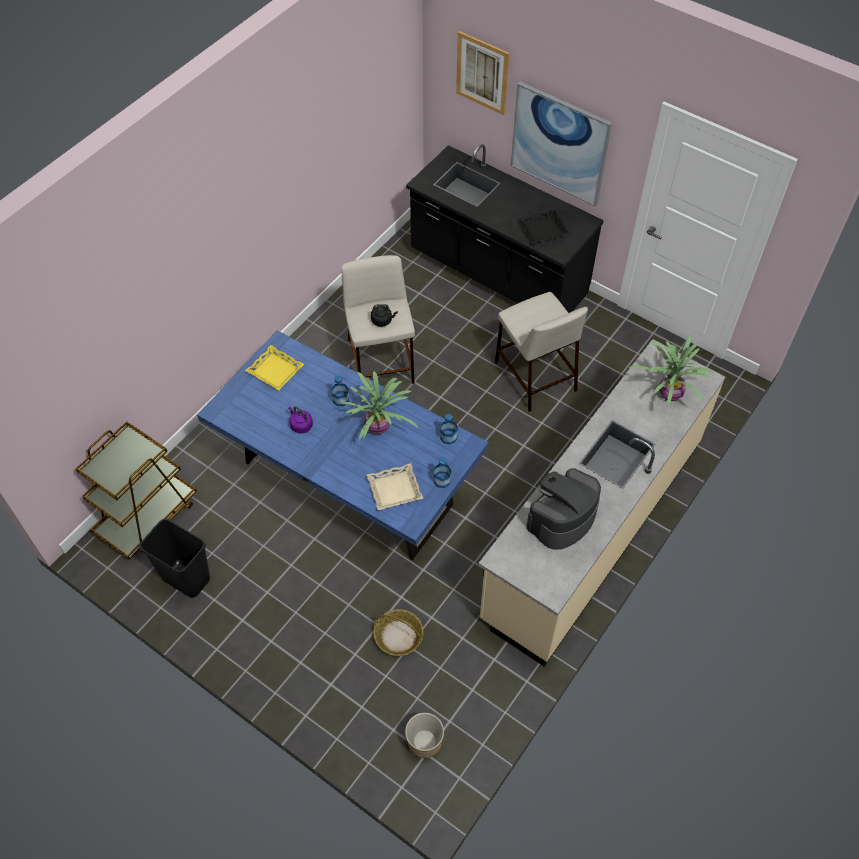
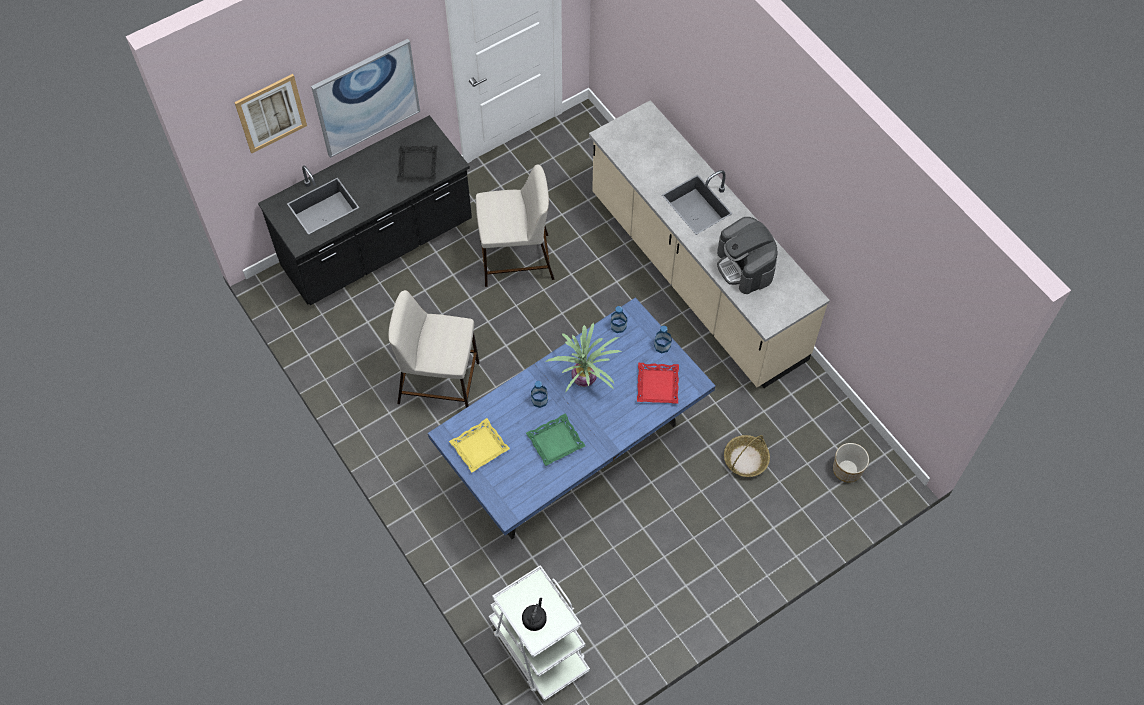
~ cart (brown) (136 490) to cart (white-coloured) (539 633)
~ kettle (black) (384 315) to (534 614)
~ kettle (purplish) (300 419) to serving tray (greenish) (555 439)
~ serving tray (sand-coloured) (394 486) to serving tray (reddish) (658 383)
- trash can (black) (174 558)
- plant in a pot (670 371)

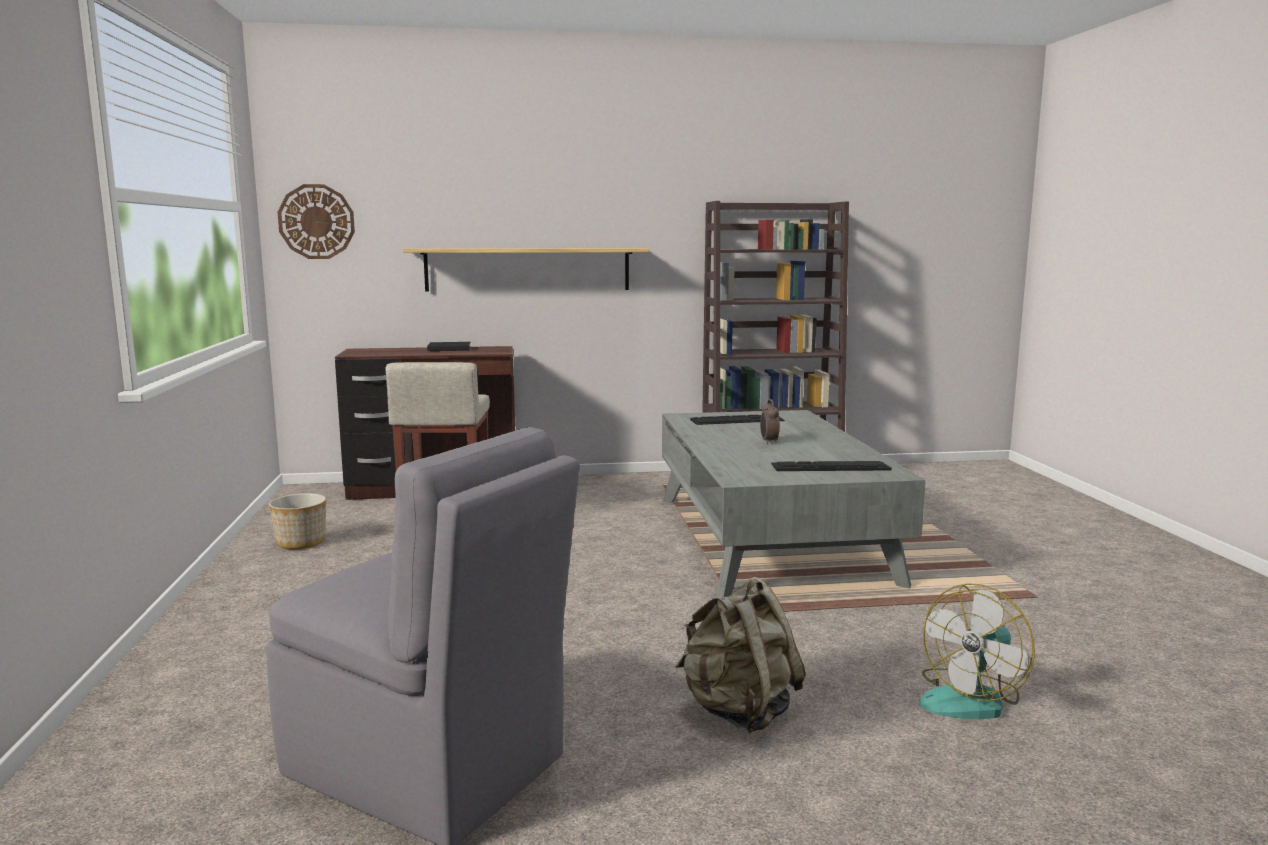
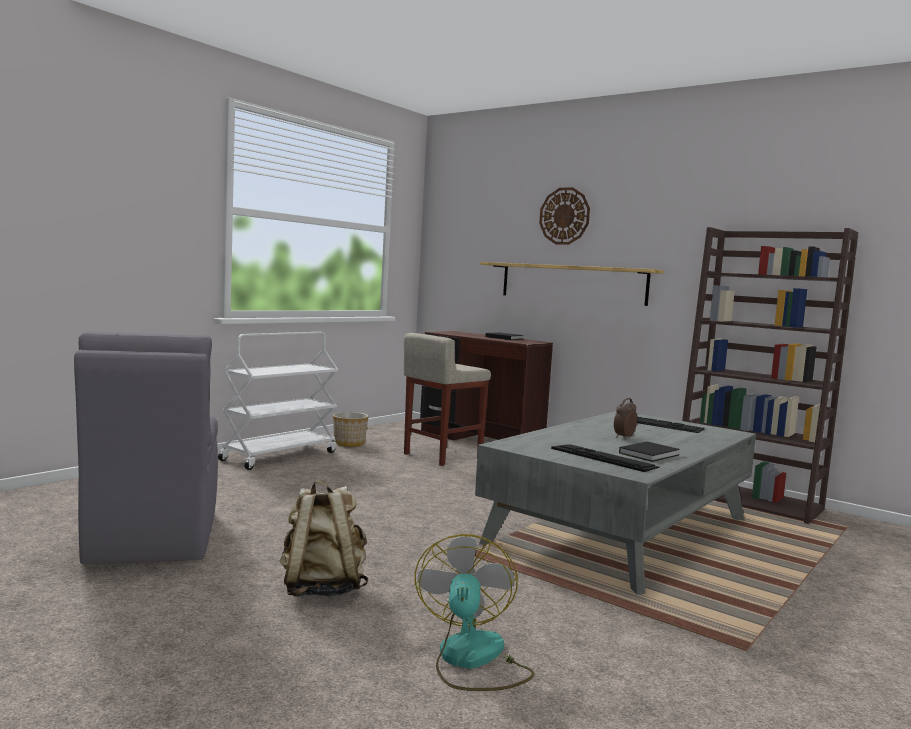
+ cart (white-coloured) (278 401)
~ fan (977 651) = (474 612) 90 degrees clockwise
~ wall clock (316 221) to (564 216)
+ bound book (black) (649 451)

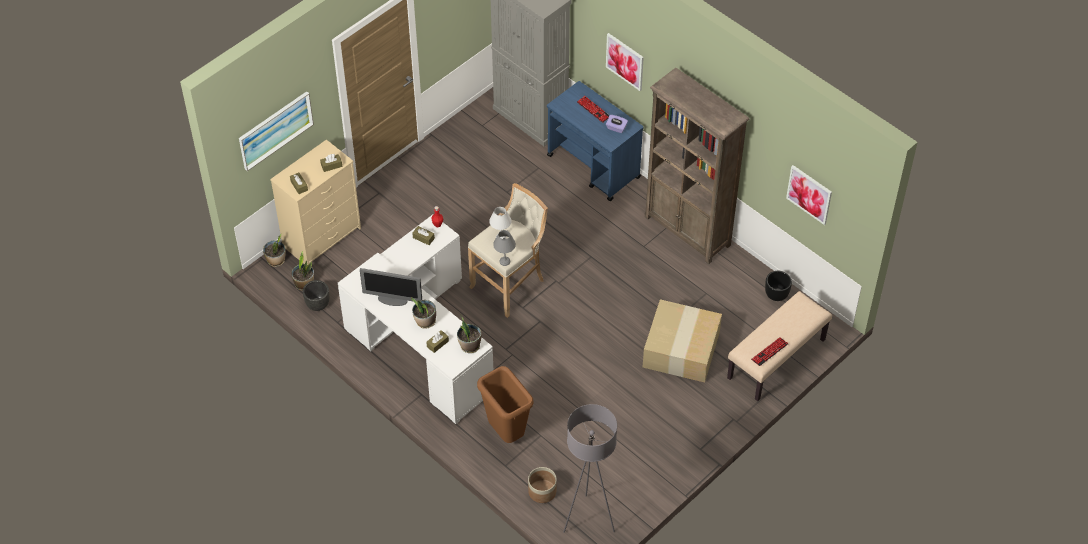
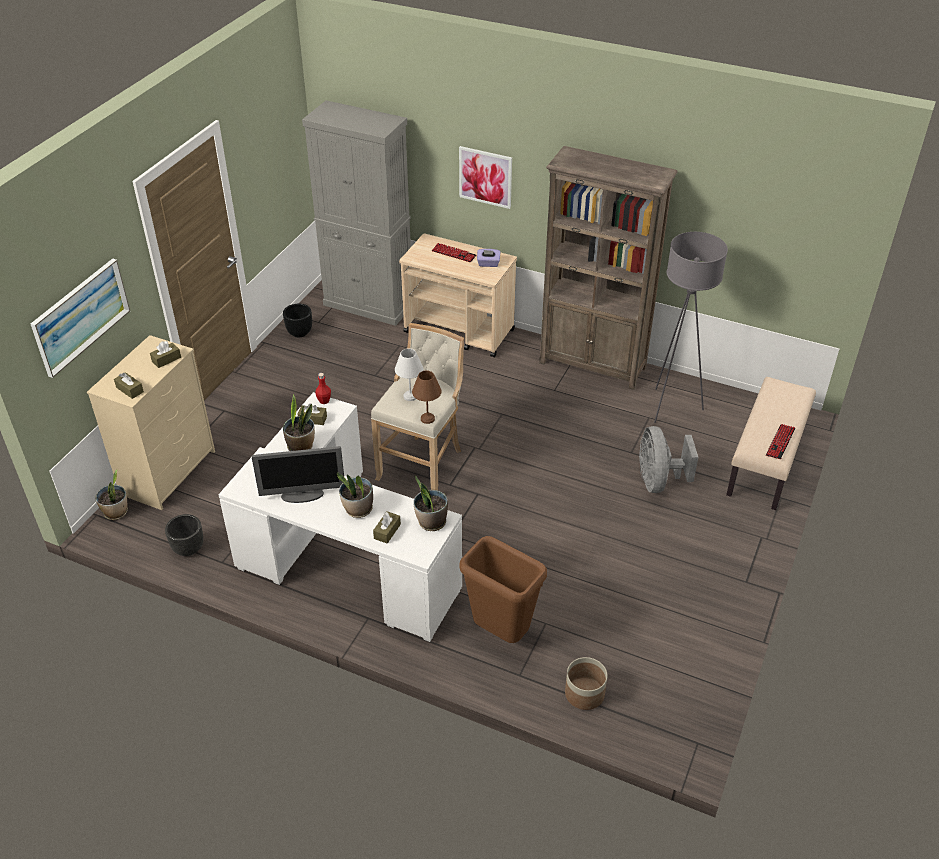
~ plant pot (black) (778 286) to (297 320)
~ plant in a pot (303 271) to (299 422)
~ cart (bluish) (595 141) to cart (sand-coloured) (458 295)
~ table lamp (greyish) (504 248) to table lamp (brown) (427 397)
~ carton (682 341) to fan (greyish) (668 459)
~ floor lamp (greyish) (590 468) to (691 327)
- picture (809 195)

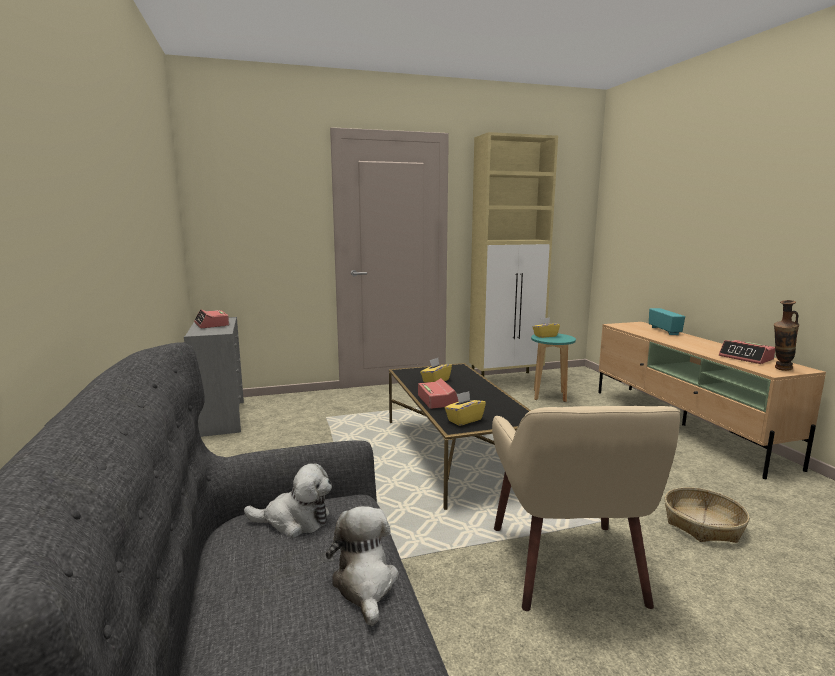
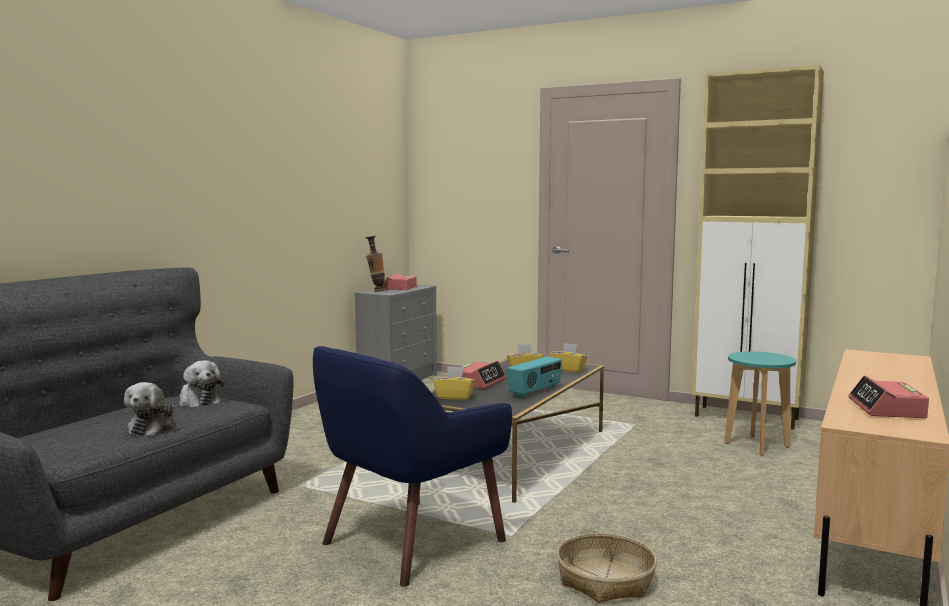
~ soft toy (362 566) = (149 409) 150 degrees clockwise
~ armchair (sand-coloured) (586 508) to armchair (bluish) (412 466)
~ decorative vase (786 335) to (375 264)
~ radio receiver (667 321) to (535 377)
~ tissue holder (yellowish) (546 327) to (569 357)

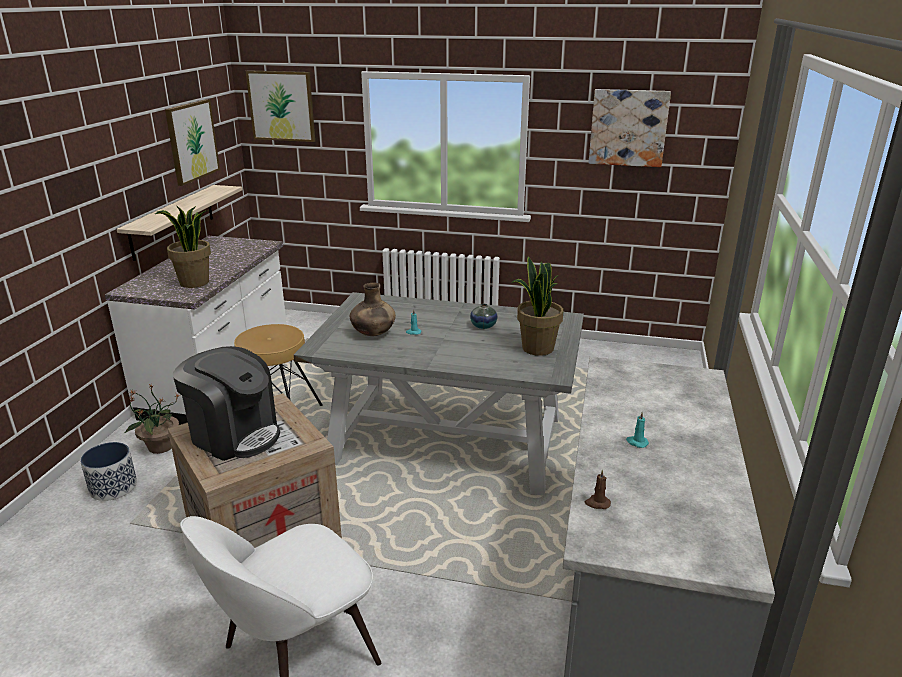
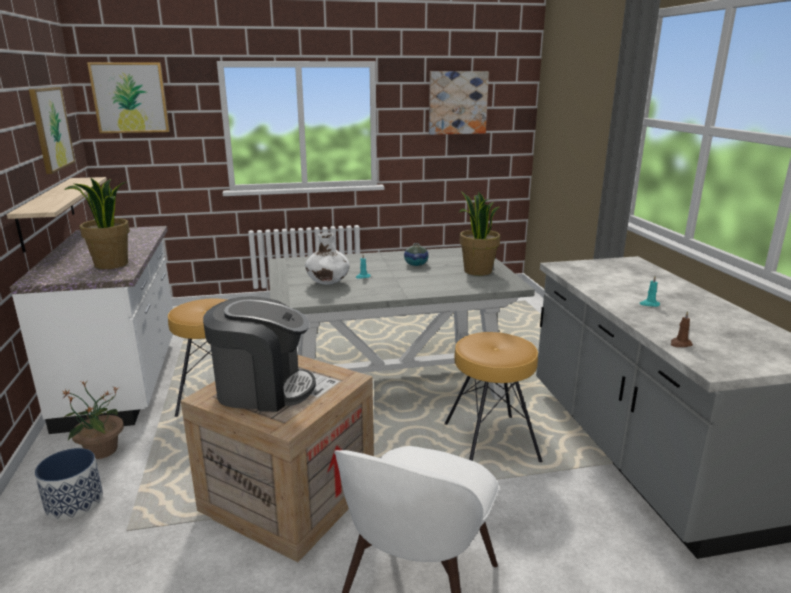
~ decorative vase (brown) (373 309) to decorative vase (white-coloured) (327 258)
+ sitting stool (brown) (493 397)

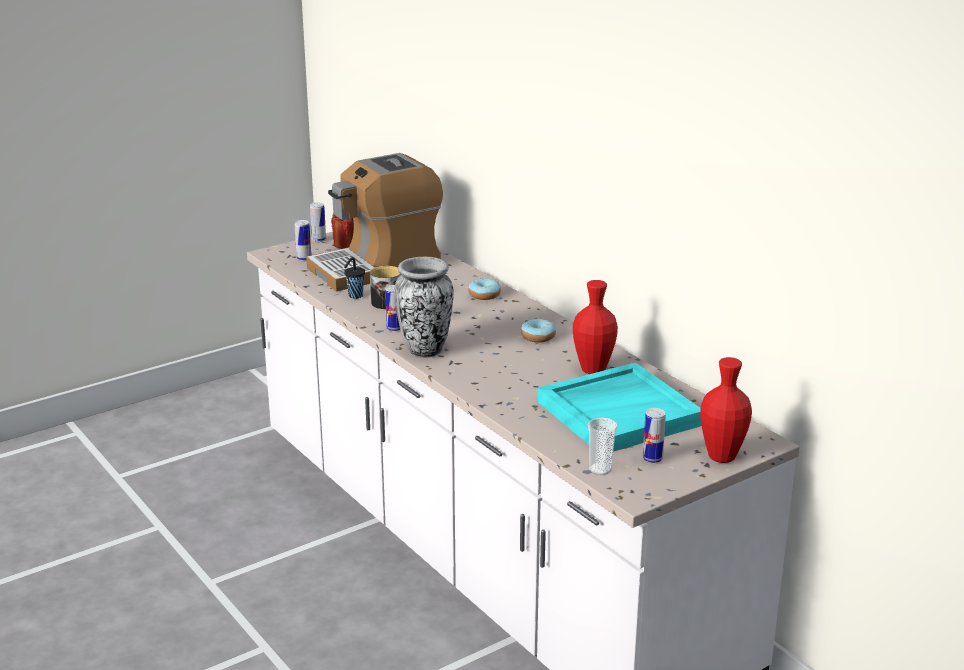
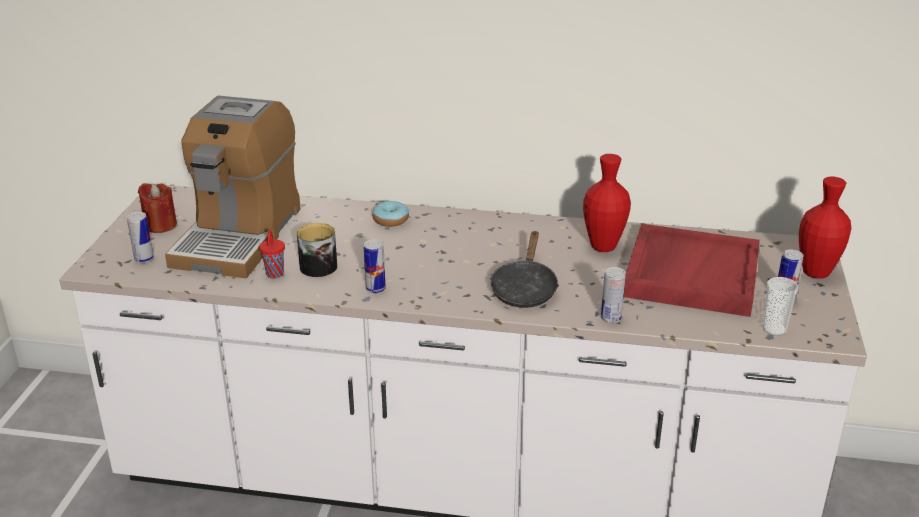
~ cup (black) (354 278) to cup (reddish) (272 254)
+ skillet (black) (524 269)
~ can (318 222) to (613 295)
~ serving tray (turquoise-coloured) (619 407) to serving tray (reddish) (692 270)
- decorative vase (424 307)
- donut (538 330)

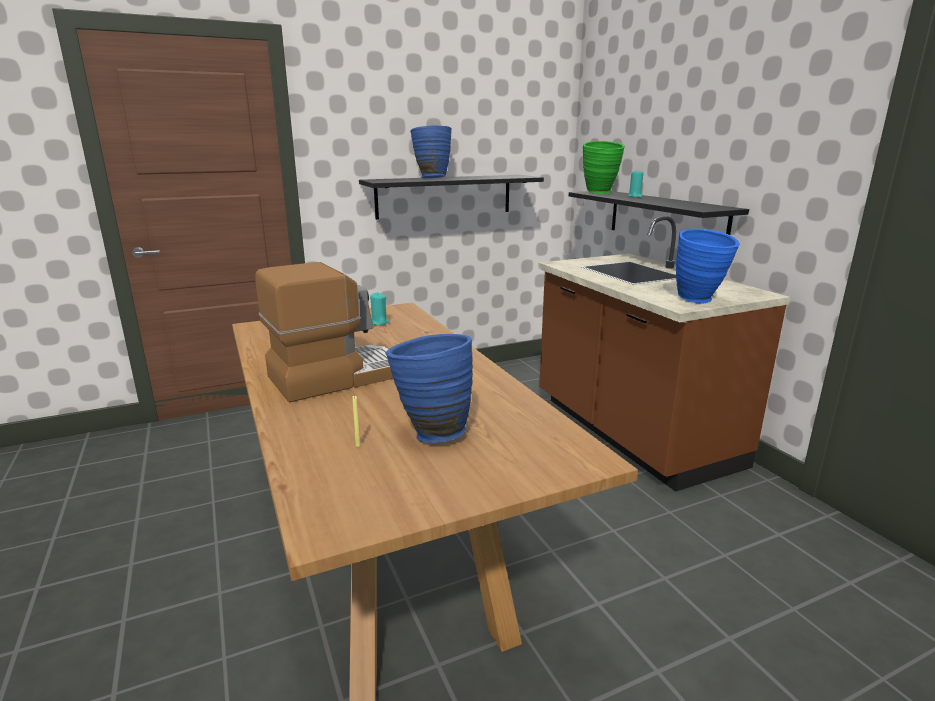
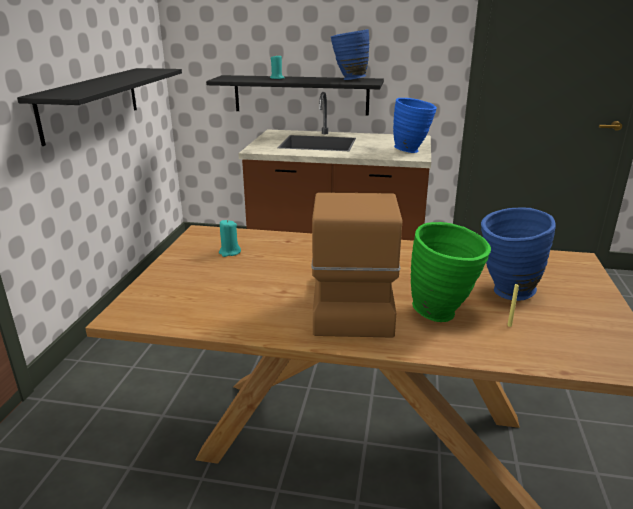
~ decorative vase (bluish) (431 151) to (350 54)
~ decorative vase (greenish) (604 167) to (451 272)

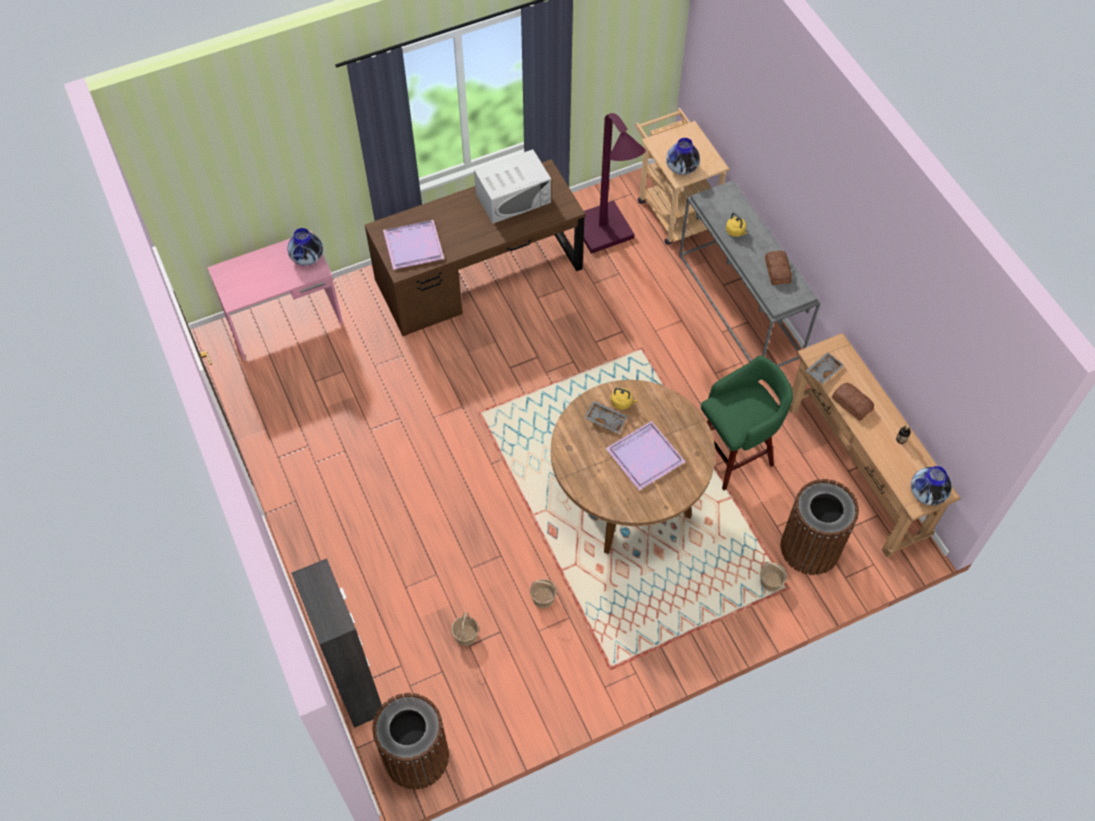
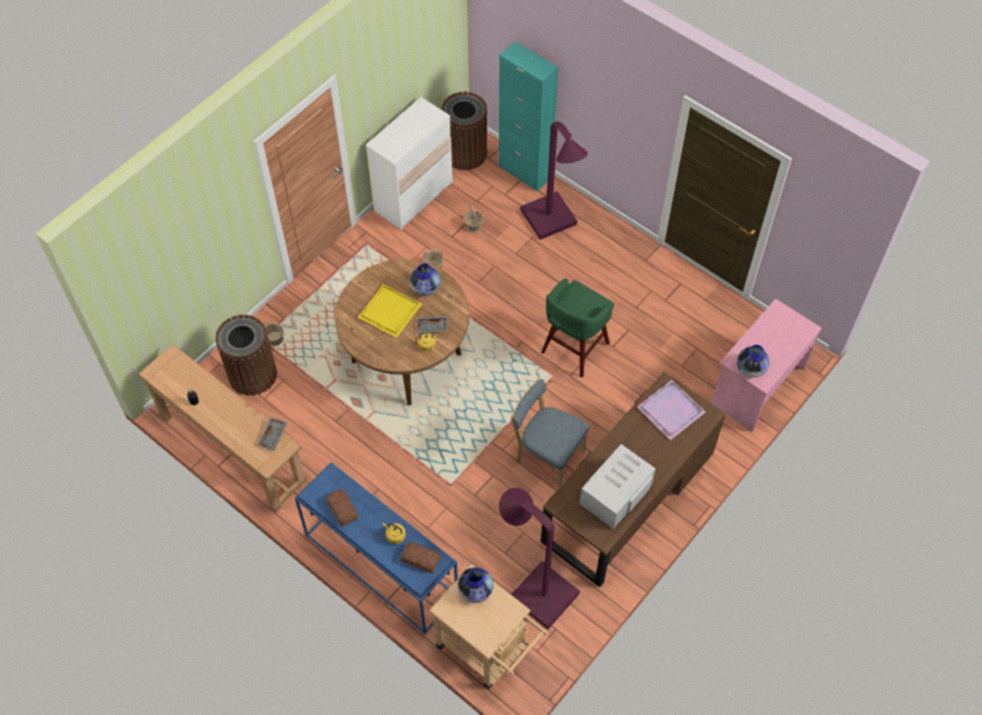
~ console table (greyish) (749 273) to console table (bluish) (376 548)
~ serving tray (purplish) (645 456) to serving tray (yellowish) (390 311)
+ drawer chest (white-coloured) (409 163)
~ bread (853 402) to (421 557)
~ decorative vase (931 485) to (425 279)
~ storage cabinet (black) (336 643) to storage cabinet (turquoise-coloured) (528 116)
+ upright chair (bluish) (550 433)
+ floor lamp (purplish) (554 180)
~ sitting stool (greenish) (747 423) to (577 327)

